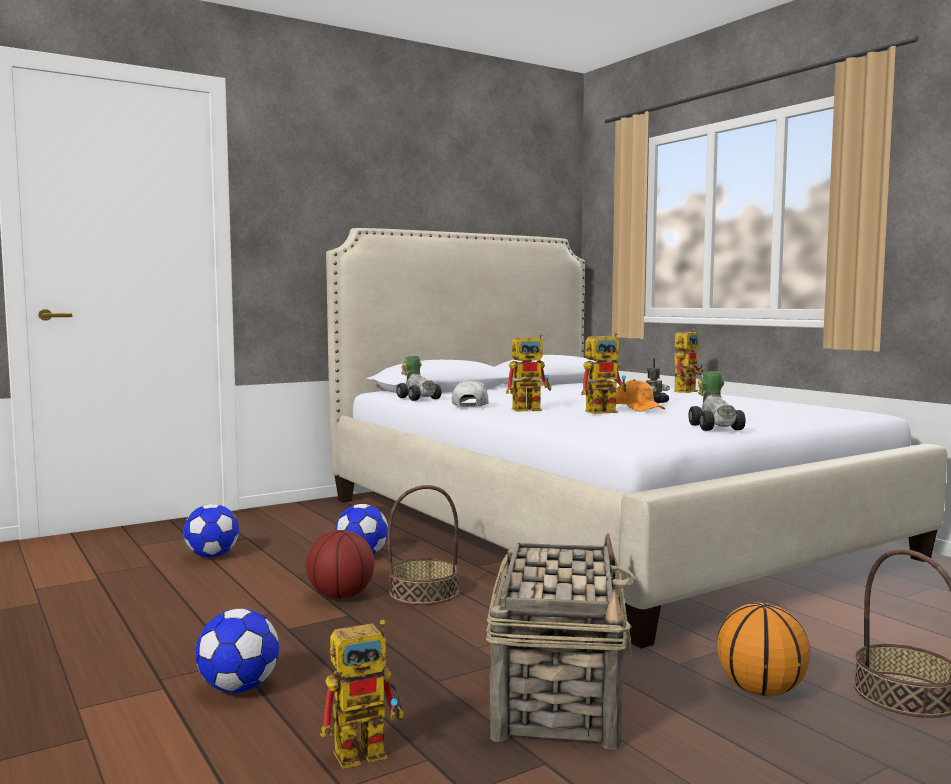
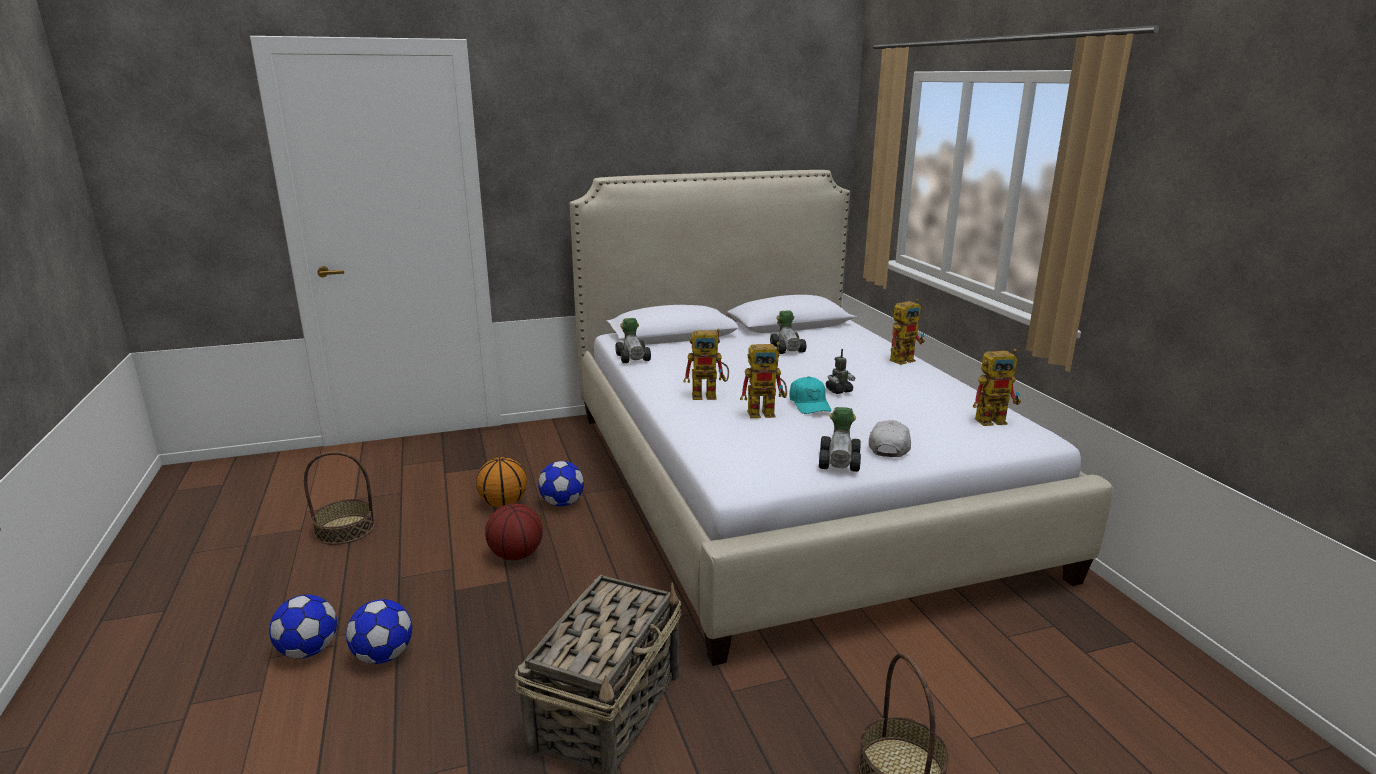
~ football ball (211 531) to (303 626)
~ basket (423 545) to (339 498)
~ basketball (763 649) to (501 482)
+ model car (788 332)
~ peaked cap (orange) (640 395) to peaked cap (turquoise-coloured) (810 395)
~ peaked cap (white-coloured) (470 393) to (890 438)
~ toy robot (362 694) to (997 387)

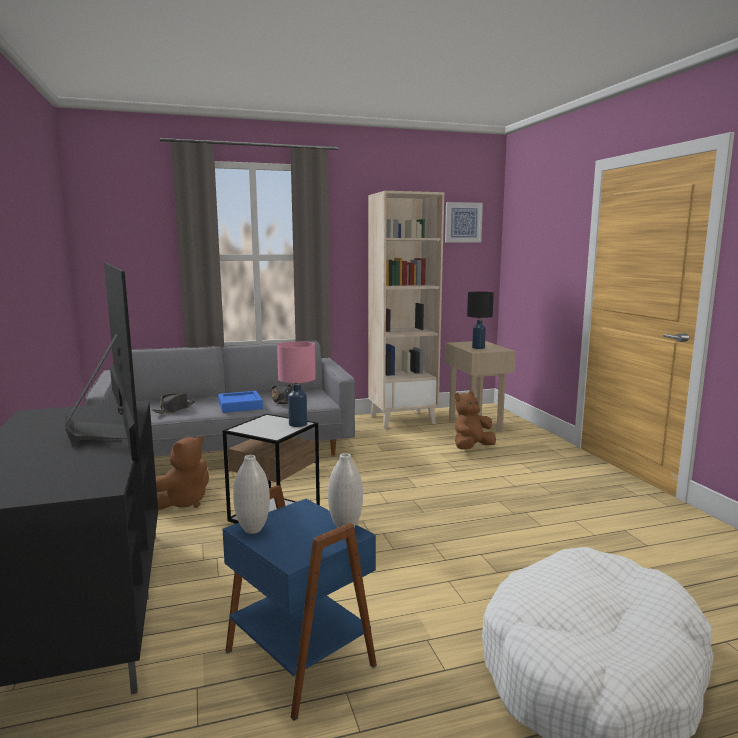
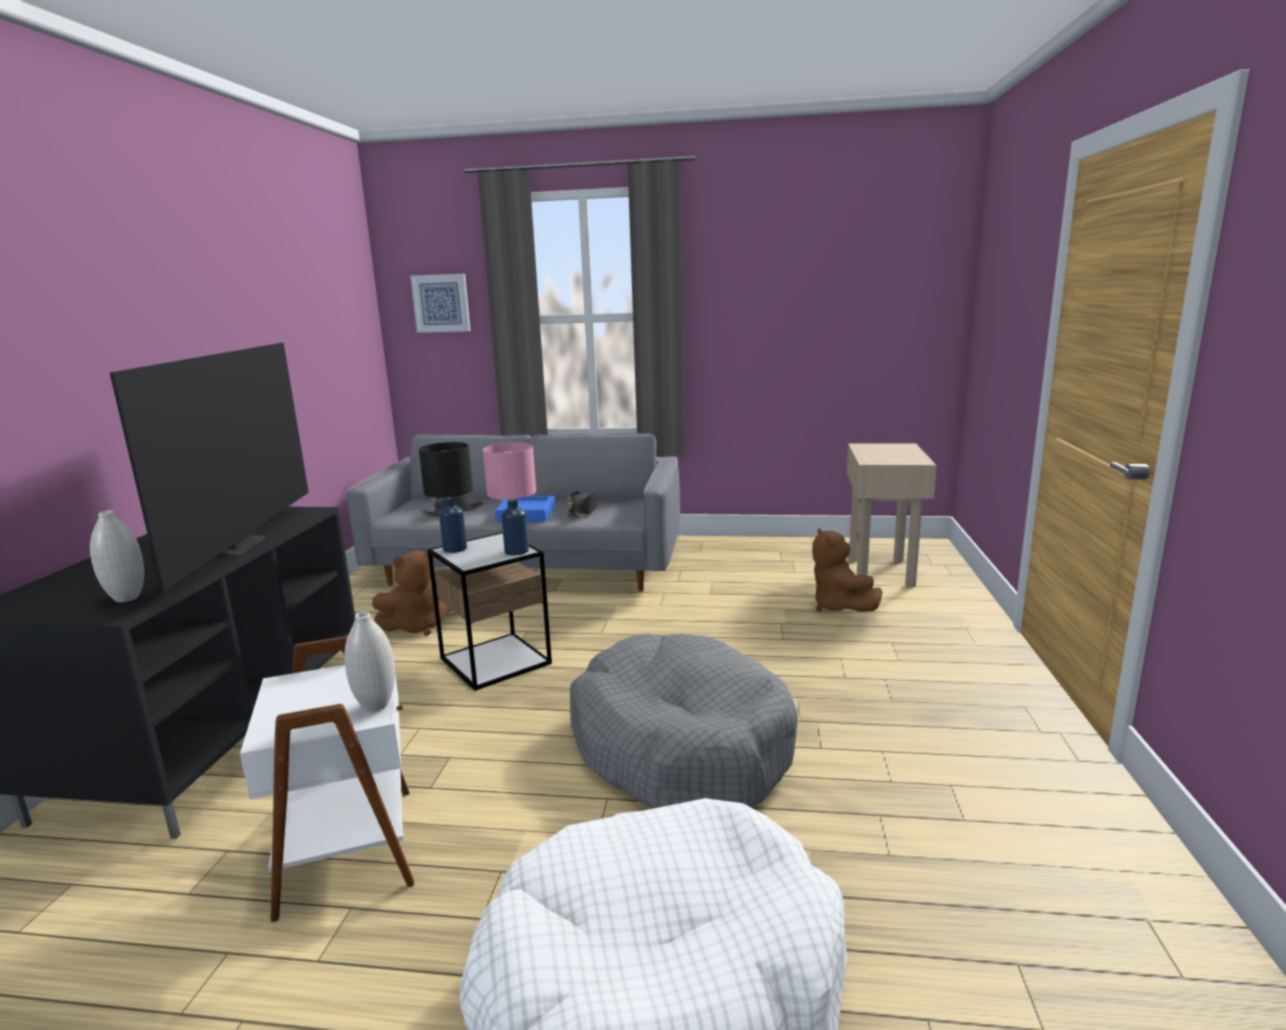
~ decorative vase (white-coloured) (251 494) to (117 556)
~ end table (bluish) (300 602) to end table (white-coloured) (327 779)
~ picture (464 222) to (440 303)
~ table lamp (black) (480 320) to (446 497)
+ pet bed (greyish) (684 721)
~ soft toy (brown) (475 420) = (847 569) 90 degrees counterclockwise
- shelving unit (sand-coloured) (406 310)

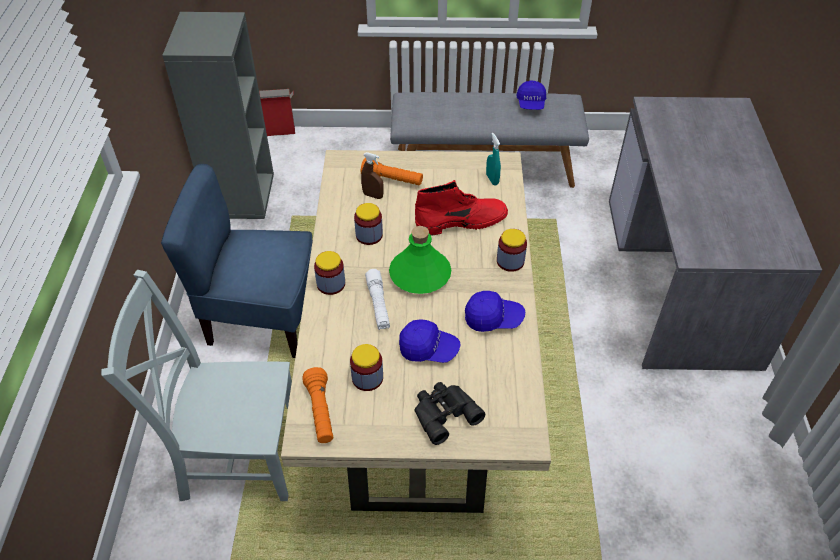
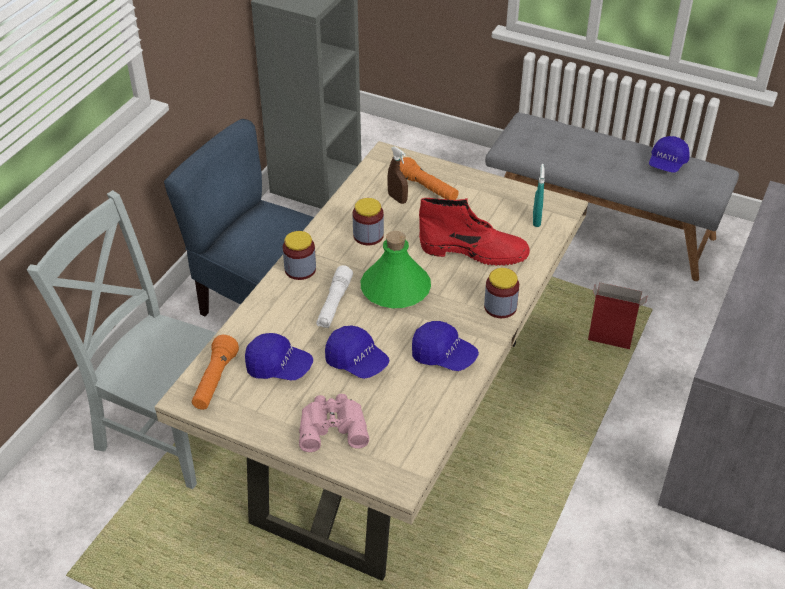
~ storage jar (366 367) to peaked cap (bluish) (279 356)
~ pair of binoculars (black) (449 413) to pair of binoculars (pinkish) (334 423)
~ carton (277 112) to (618 315)

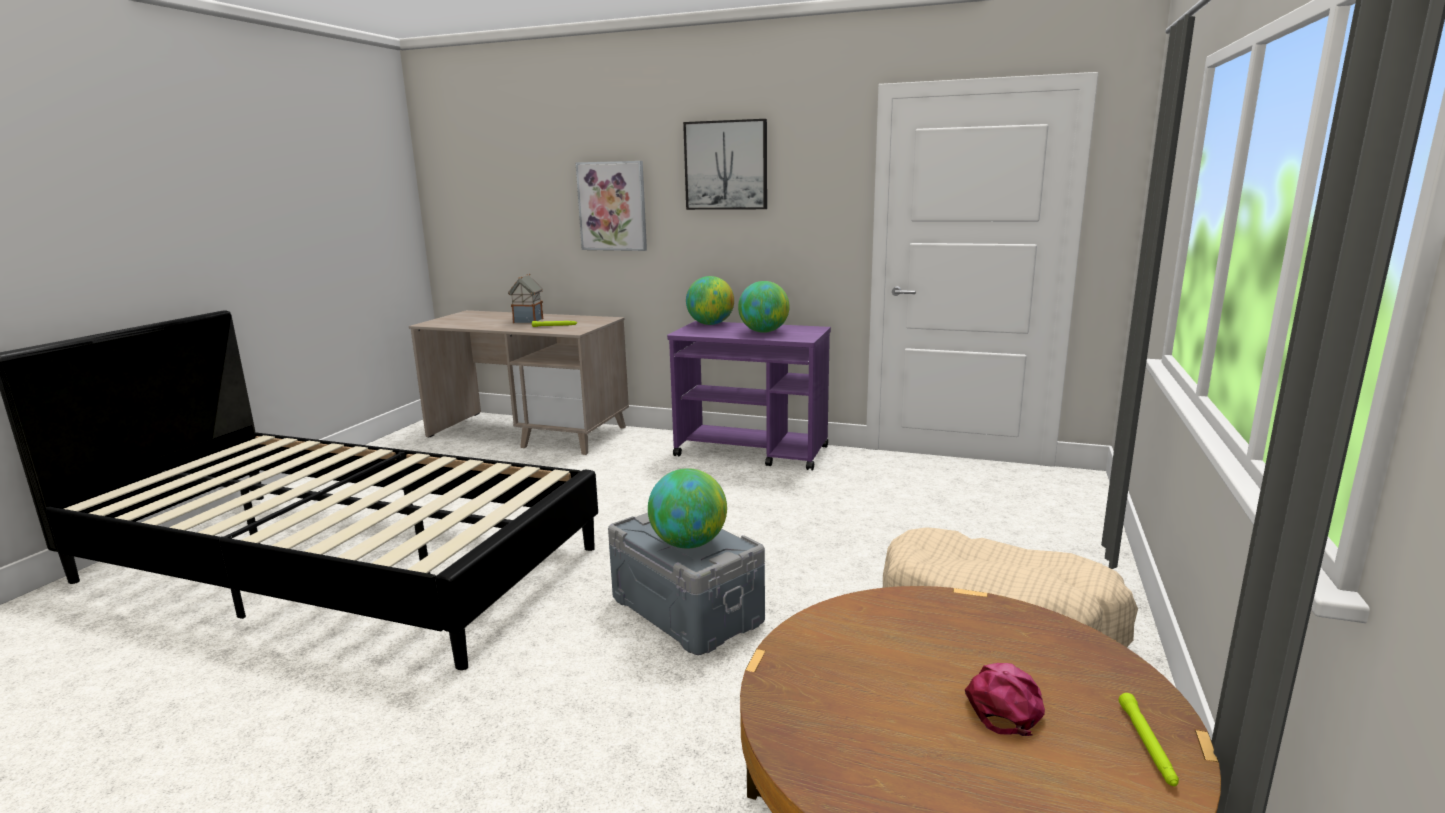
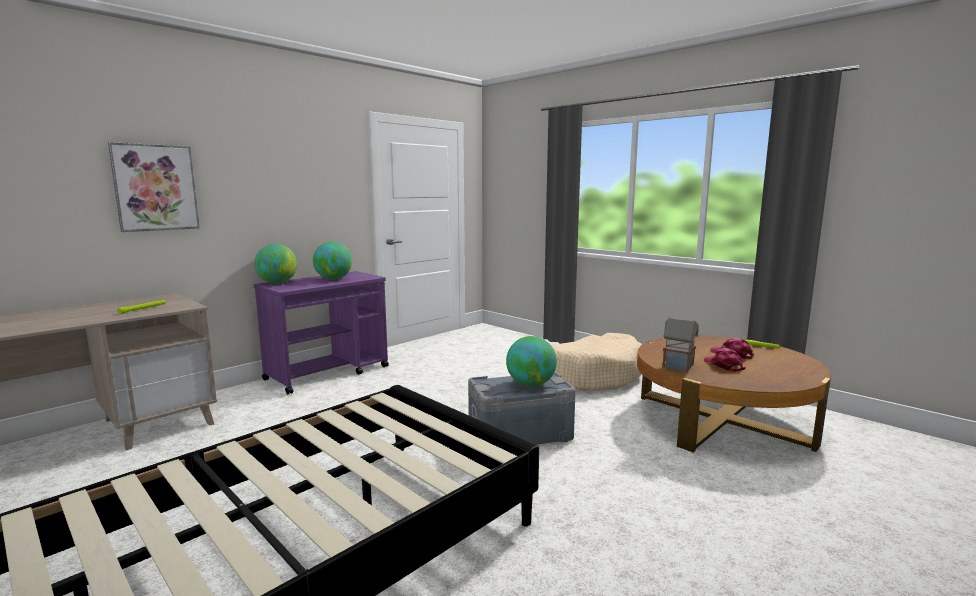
~ model house (525 298) to (680 344)
+ peaked cap (pinkish) (725 360)
- picture (725 164)

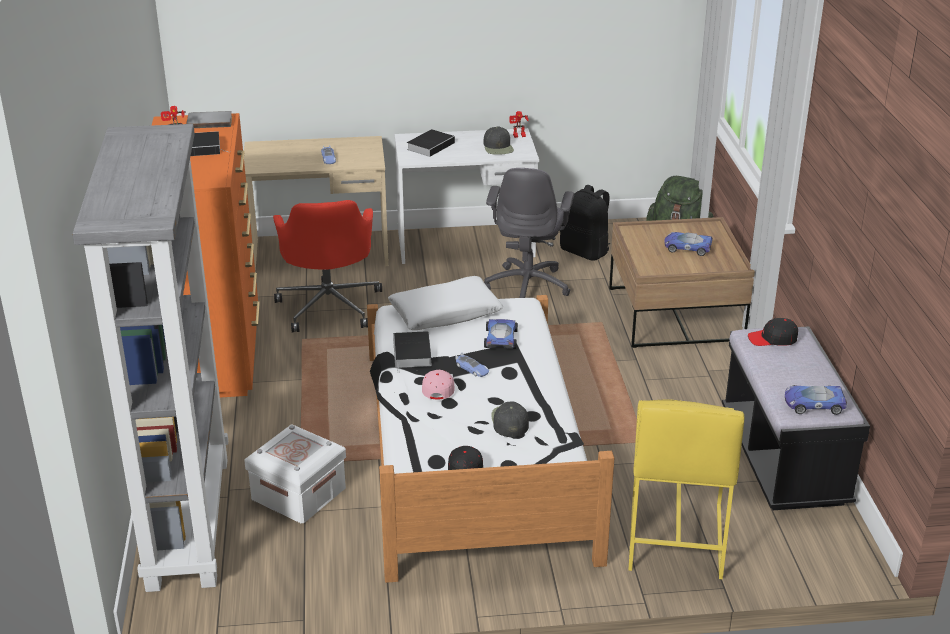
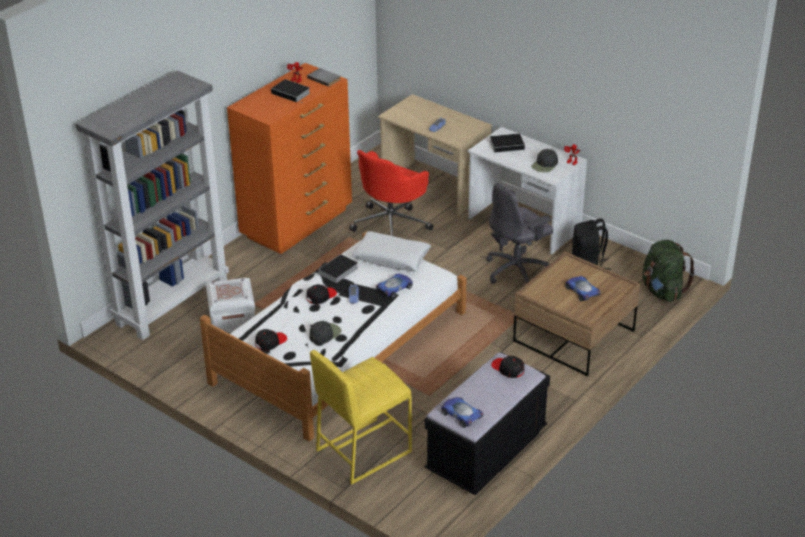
~ peaked cap (pinkish) (438 384) to peaked cap (black) (321 294)

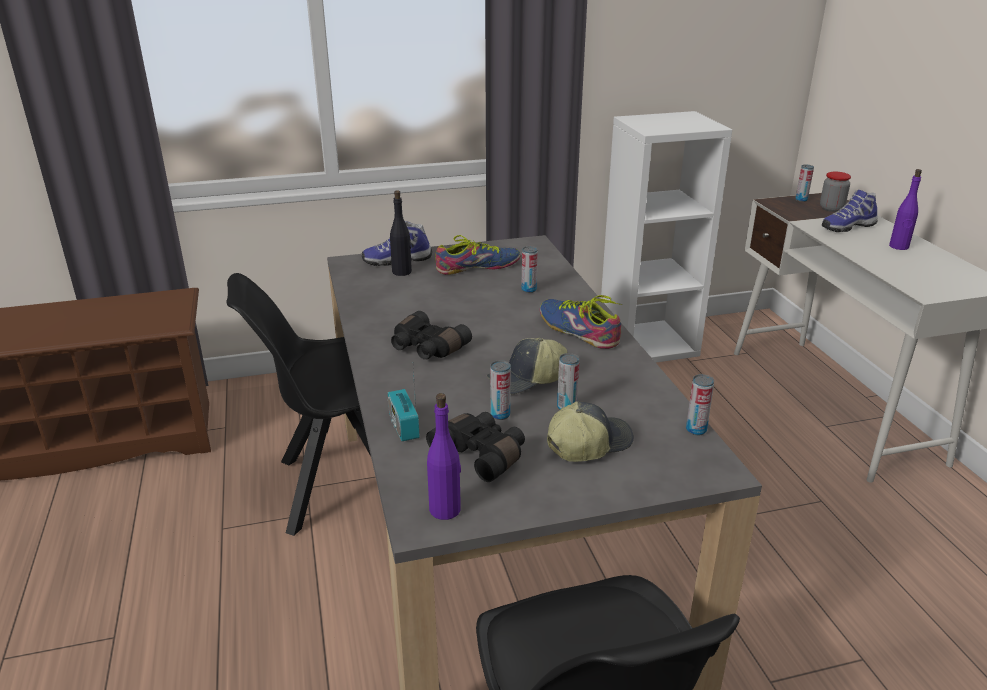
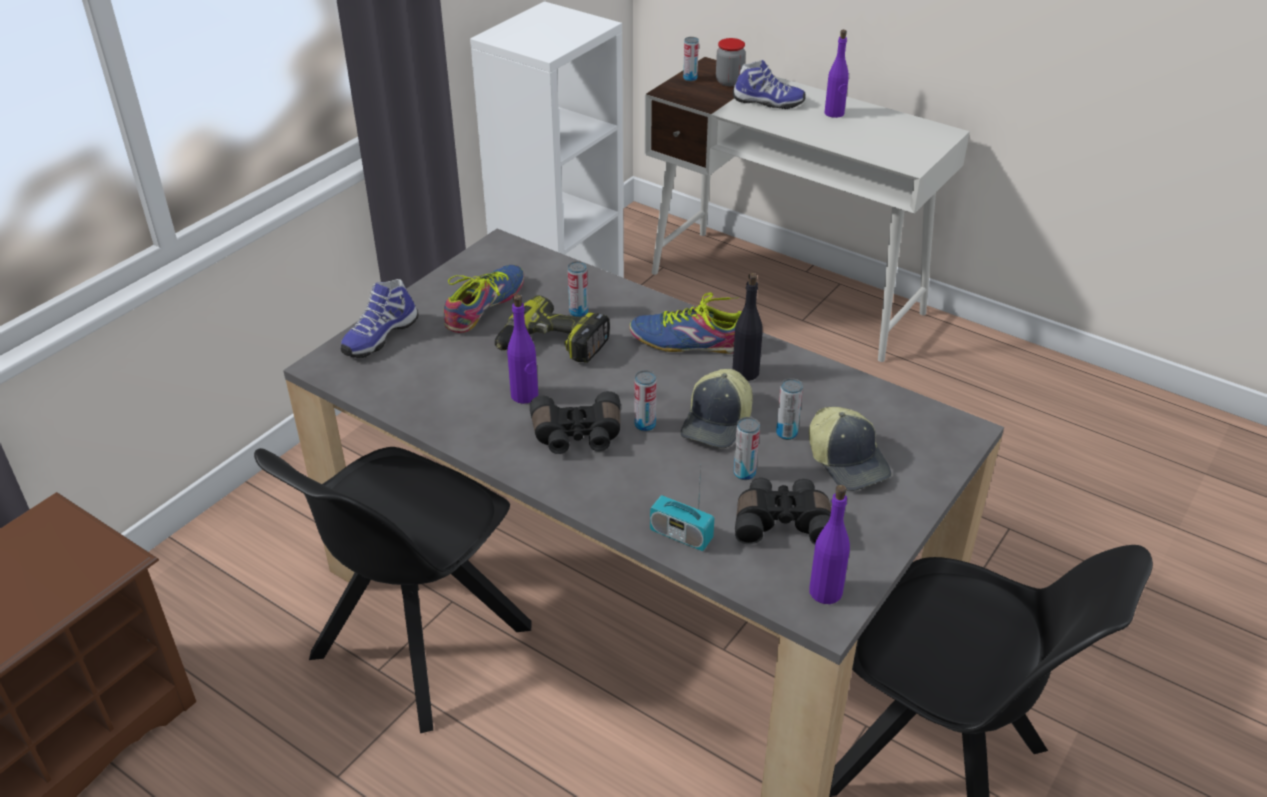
+ electric drill (552 329)
+ beverage bottle (purplish) (522 349)
~ can (700 405) to (645 401)
~ beverage bottle (black) (401 233) to (747 327)
~ item of footwear (849 211) = (769 84) 105 degrees counterclockwise
~ peaked cap (590 431) = (850 449) 135 degrees clockwise

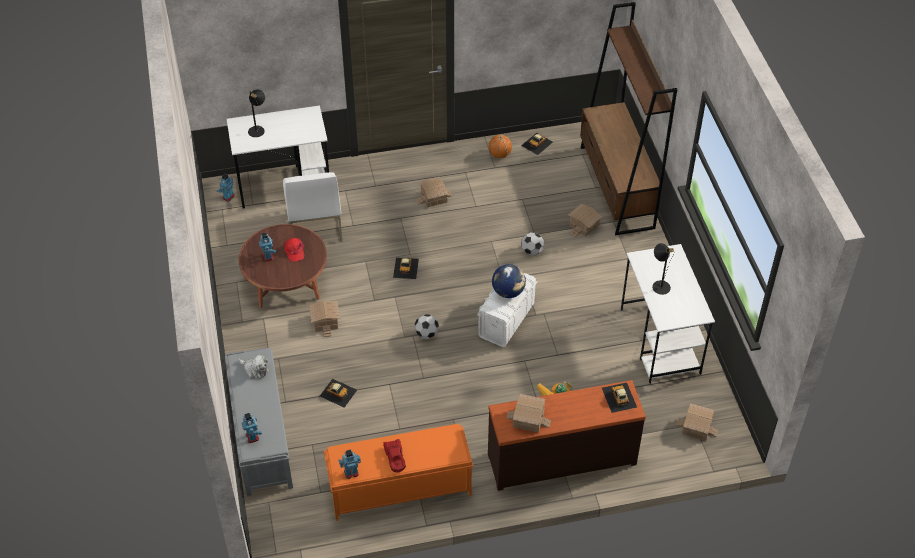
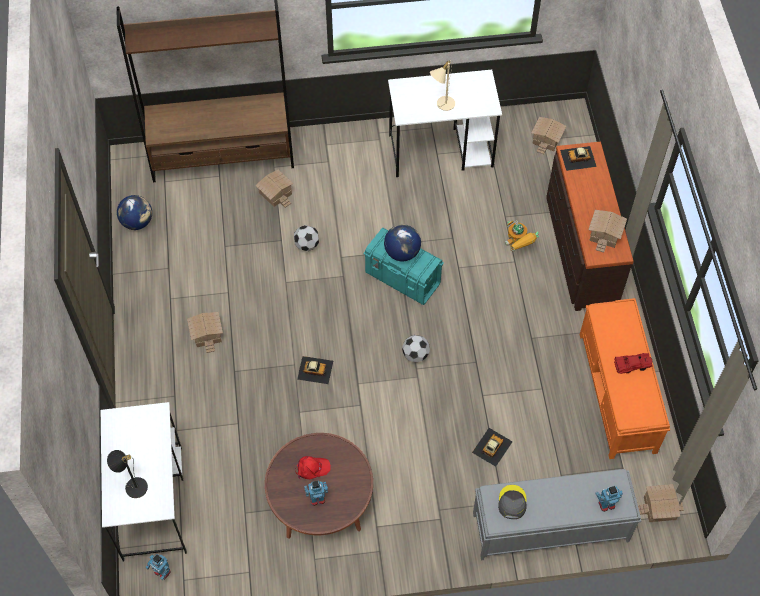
~ model car (537 144) to desk globe (134 212)
~ storage container (white-coloured) (507 309) to storage container (turquoise-coloured) (403 266)
~ table lamp (black) (663 269) to table lamp (sand-coloured) (442 85)
~ soft toy (253 366) to peaked cap (greyish) (512 502)
~ model house (324 319) to (661 503)
- upright chair (white-coloured) (313 207)
- toy robot (349 464)
- basketball (500 146)

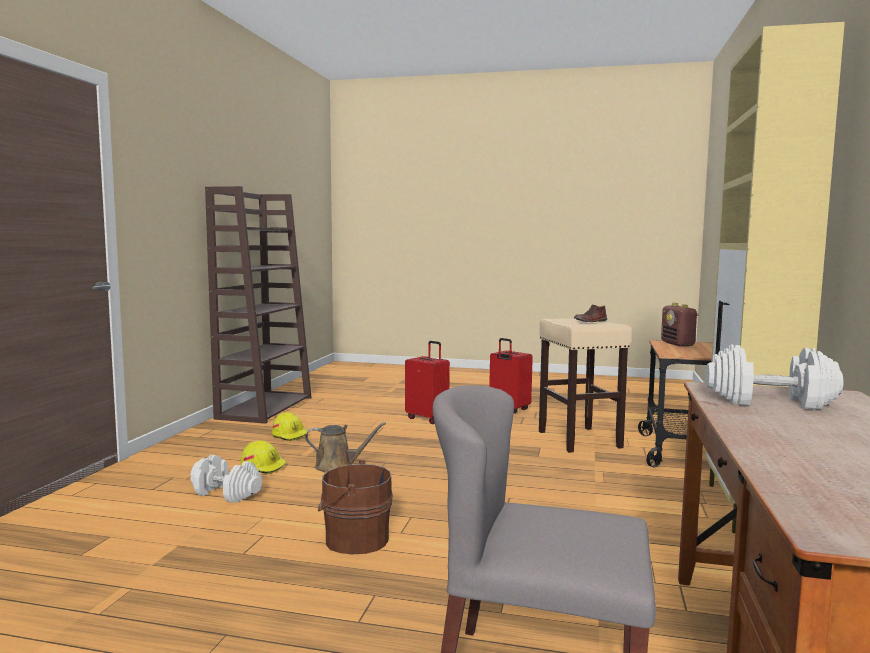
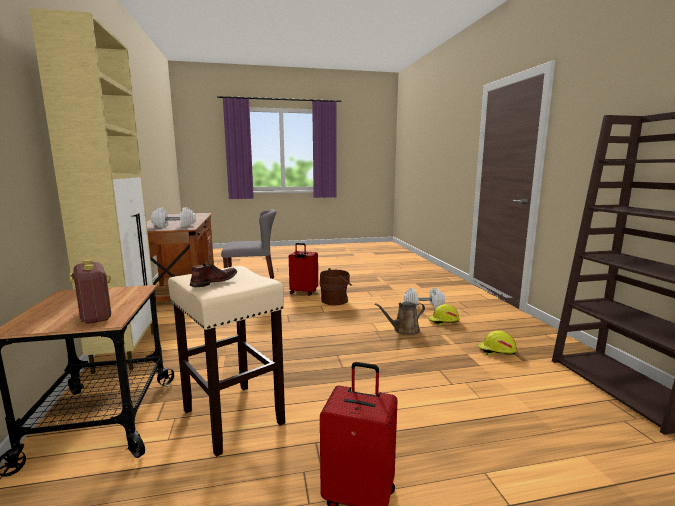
~ suitcase (reddish) (427 382) to (303 269)

